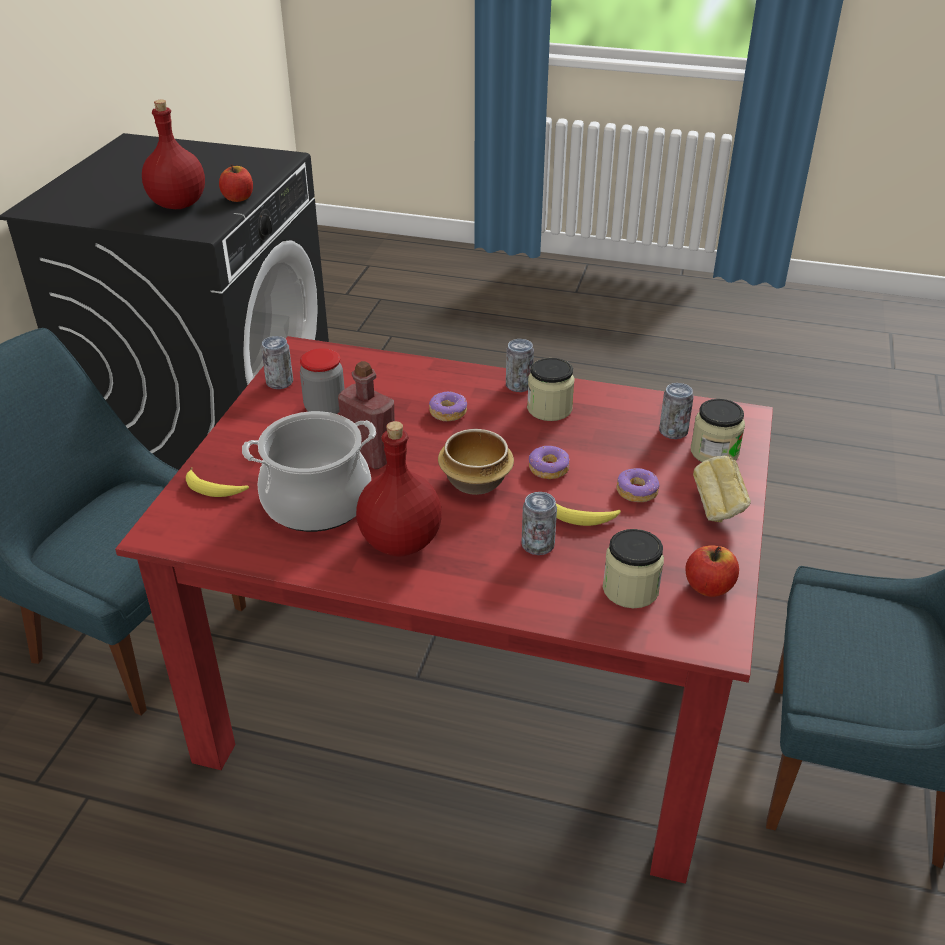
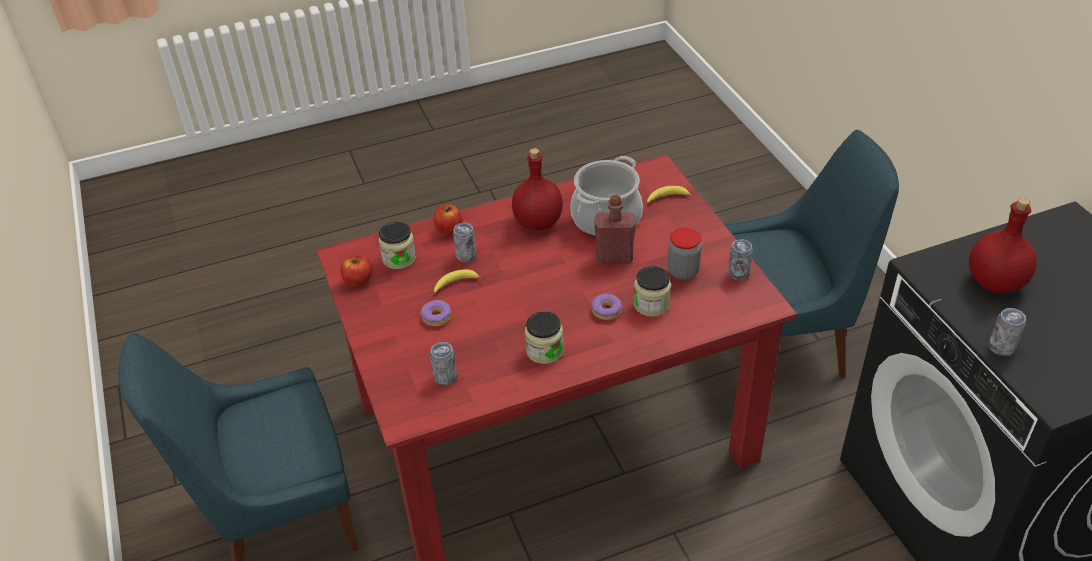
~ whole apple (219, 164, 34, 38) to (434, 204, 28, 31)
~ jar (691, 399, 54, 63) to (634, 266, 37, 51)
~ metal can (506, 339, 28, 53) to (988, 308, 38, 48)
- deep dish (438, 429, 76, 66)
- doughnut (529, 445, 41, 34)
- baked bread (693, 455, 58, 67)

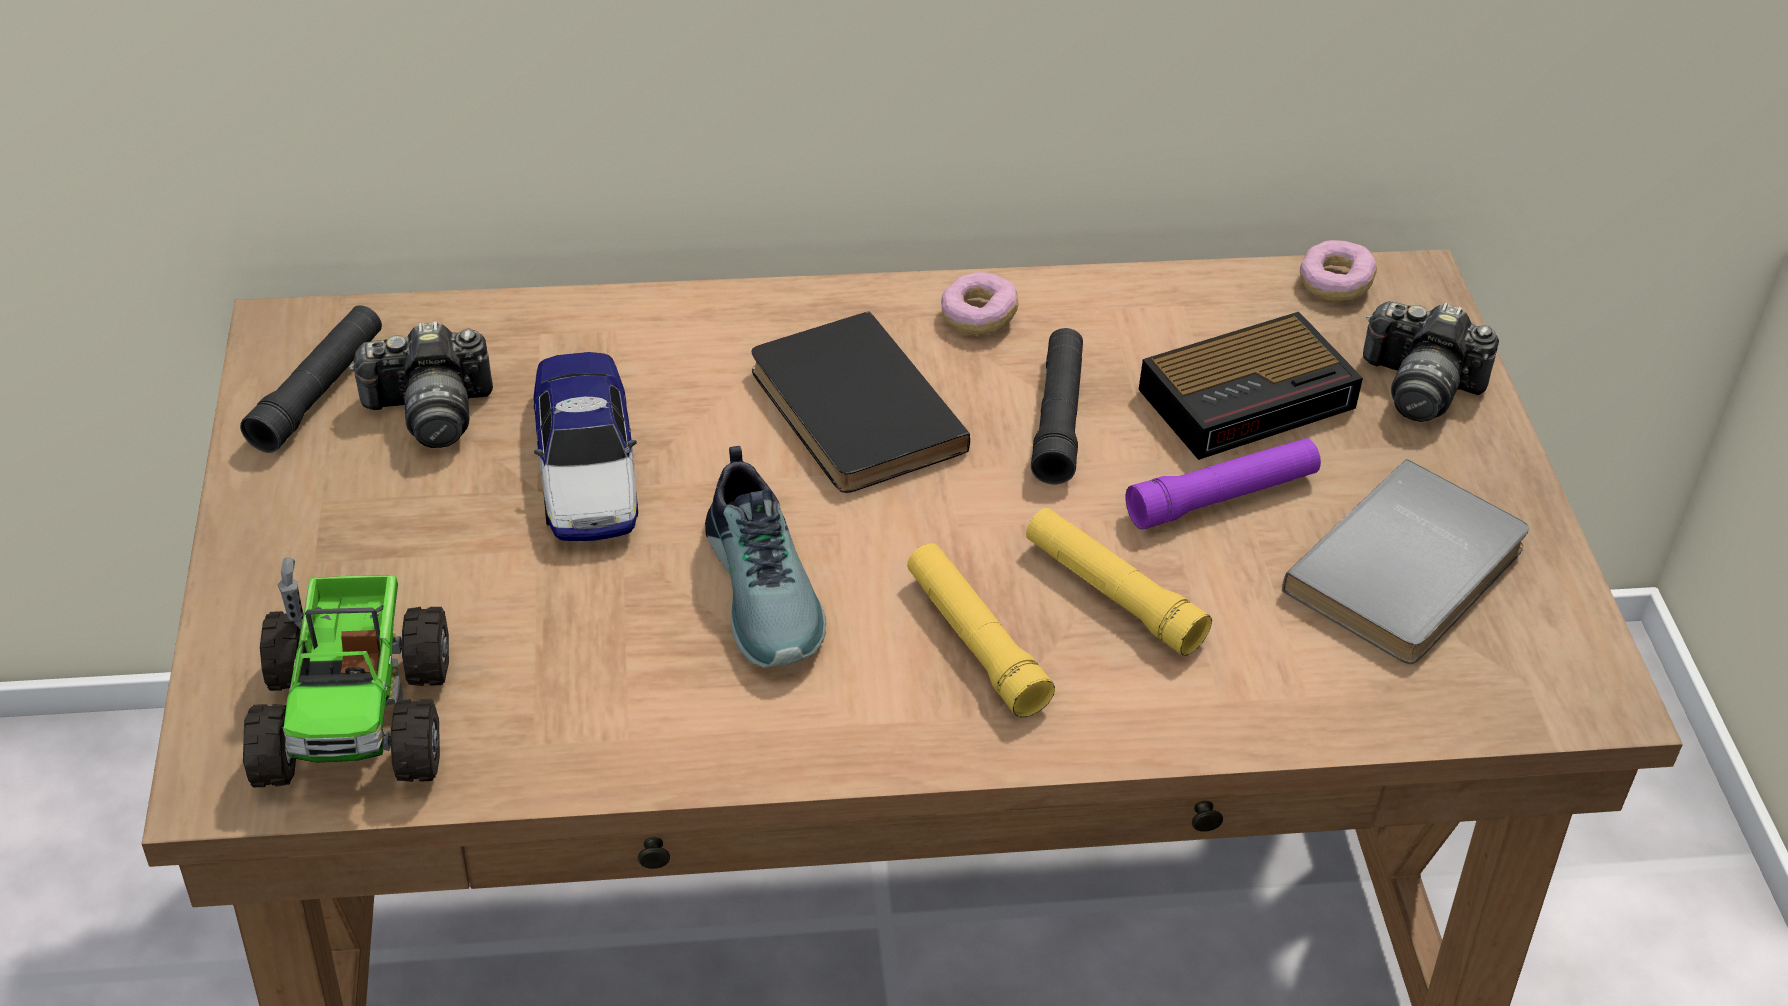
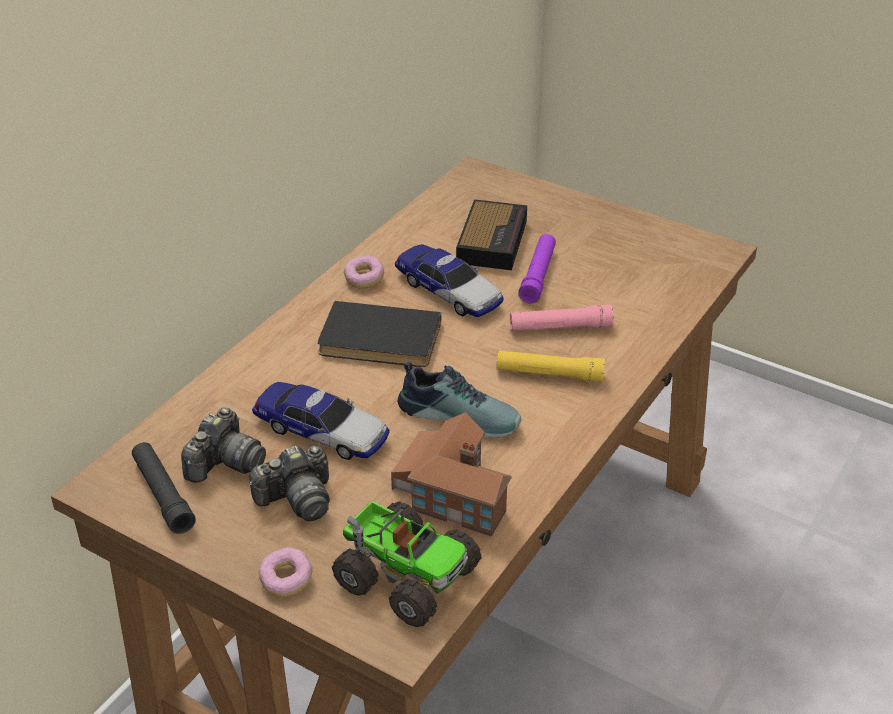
~ photo camera (1363, 301, 136, 121) to (249, 445, 81, 77)
~ doughnut (1300, 240, 77, 61) to (258, 547, 55, 50)
+ model house (391, 412, 120, 125)
~ flashlight in blackish (1031, 328, 52, 156) to miniature car (395, 244, 109, 73)
~ flashlight in yellow (1026, 508, 186, 148) to flashlight in pink-coloured (510, 304, 104, 27)
- volume in gray (1282, 459, 247, 205)

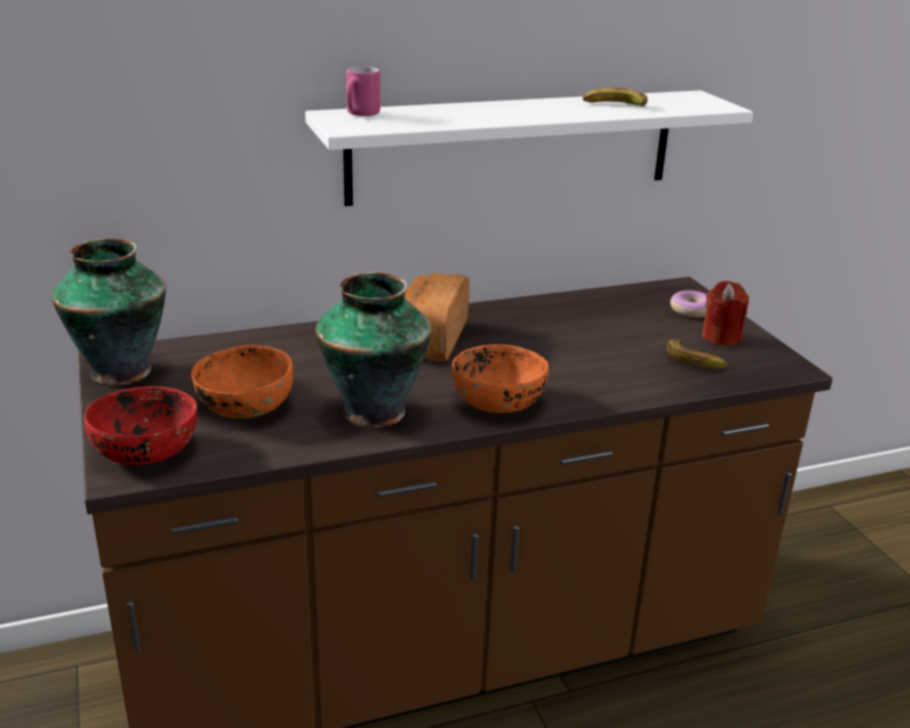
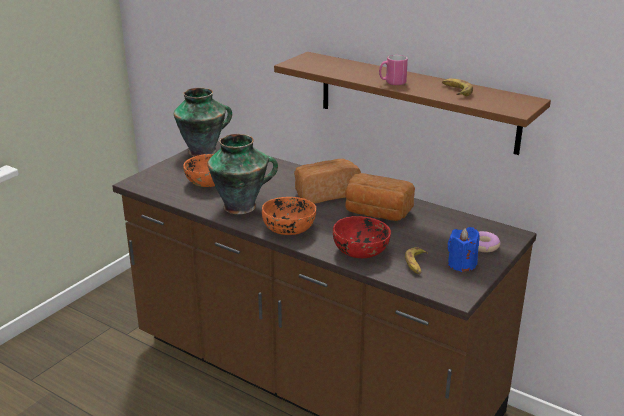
~ shelf in white-coloured (305, 90, 448, 116) to shelf in brown (274, 52, 277, 103)
~ deep dish in red-coloured (84, 386, 113, 79) to (333, 216, 58, 42)
+ baked bread (345, 173, 70, 48)
~ coffee mug in pink-coloured (346, 66, 34, 50) to (379, 55, 29, 30)
~ wax light in red-coloured (702, 281, 47, 65) to wax light in blue (448, 227, 31, 45)

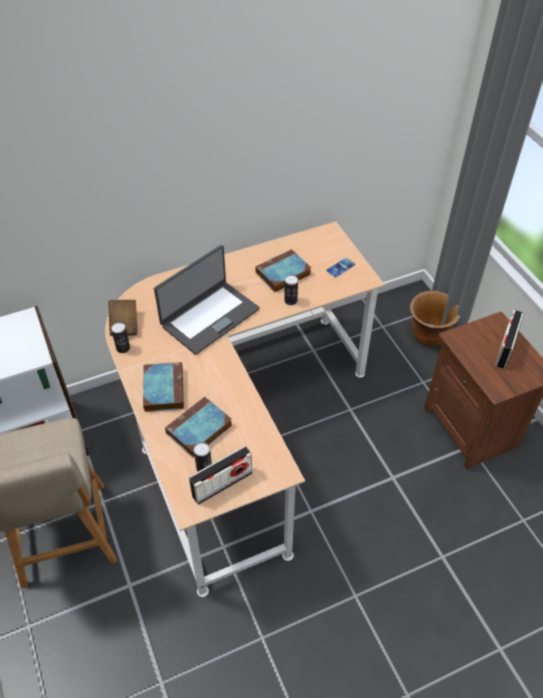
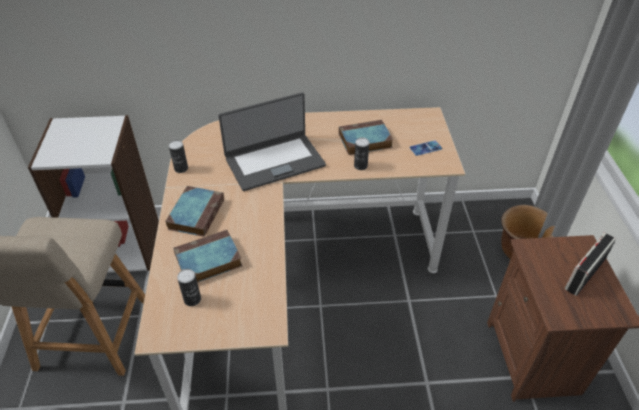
- volume in brown (108, 300, 30, 36)
- radio set (189, 446, 63, 59)

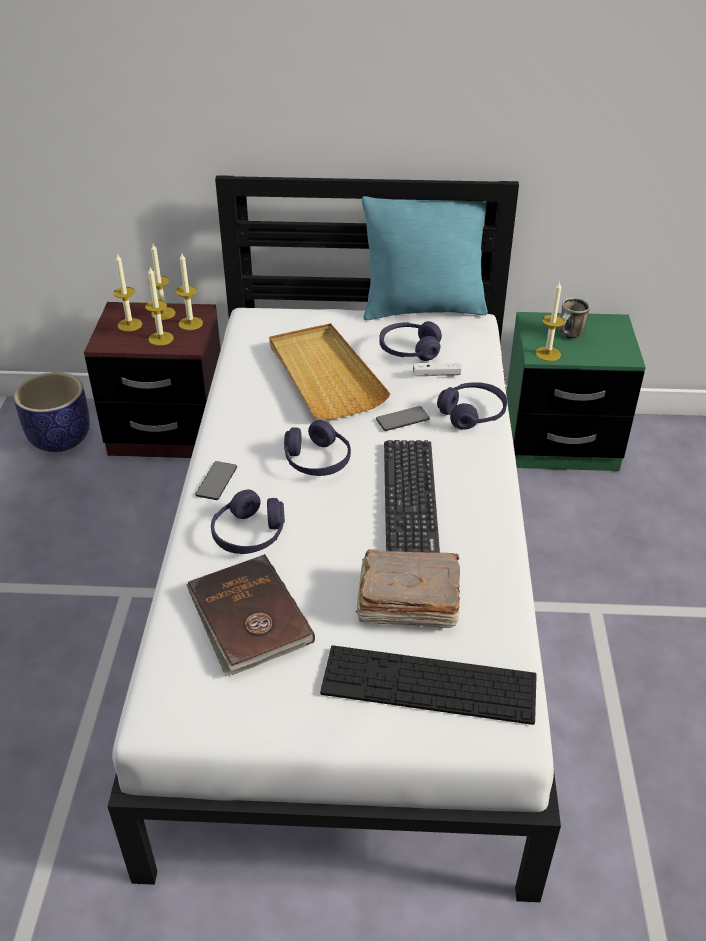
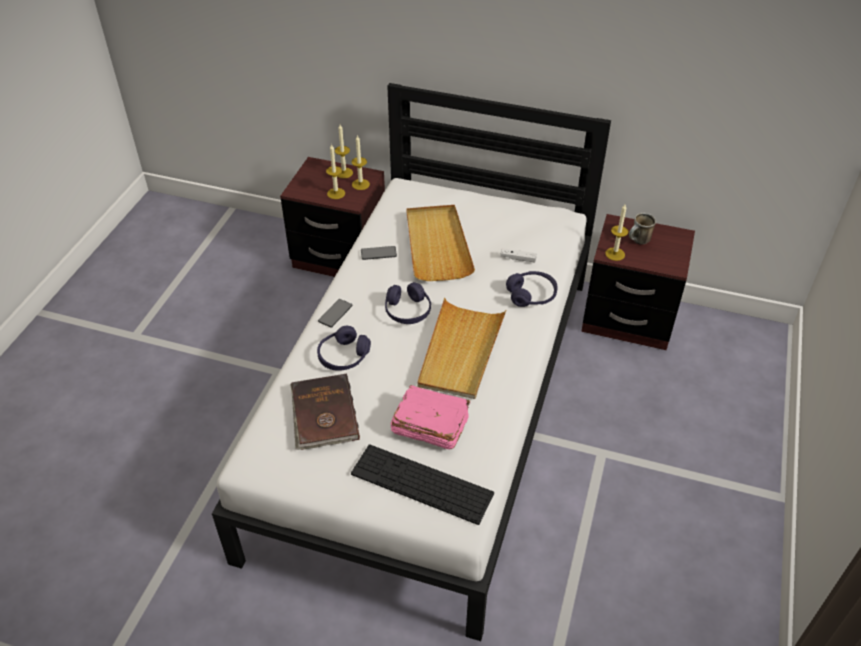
~ phone (376, 406, 54, 25) to (361, 246, 36, 14)
~ volume in brown (356, 549, 104, 79) to volume in pink-coloured (390, 385, 80, 64)
~ keyboard (384, 440, 56, 113) to serving tray in sand-coloured (417, 298, 89, 101)
~ bedside table in green (506, 312, 140, 159) to bedside table in brown (581, 214, 114, 136)
- planter (14, 372, 76, 80)
- wax light (113, 253, 29, 79)
- throw pillow in turquoise (362, 196, 126, 124)
- pair of headphones in purple-coloured (379, 321, 63, 40)

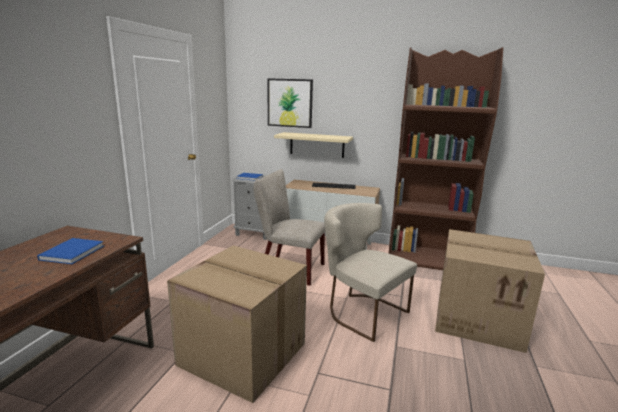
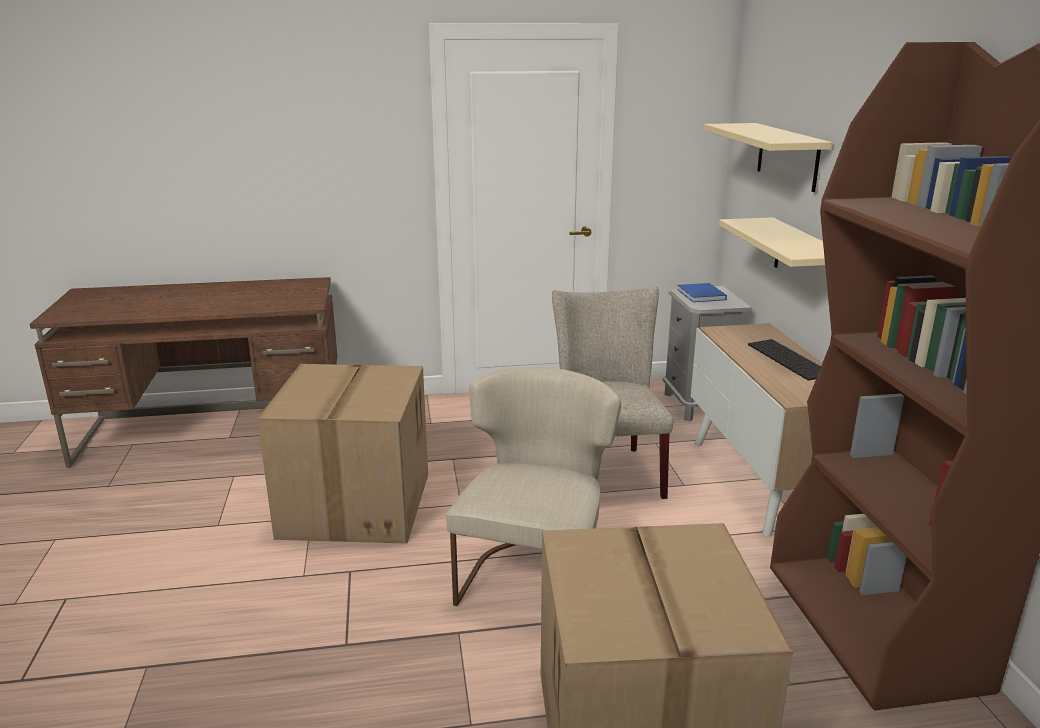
~ picture (268, 78, 45, 50) to shelf in sand-coloured (703, 123, 129, 69)
- volume in blue (37, 238, 67, 26)

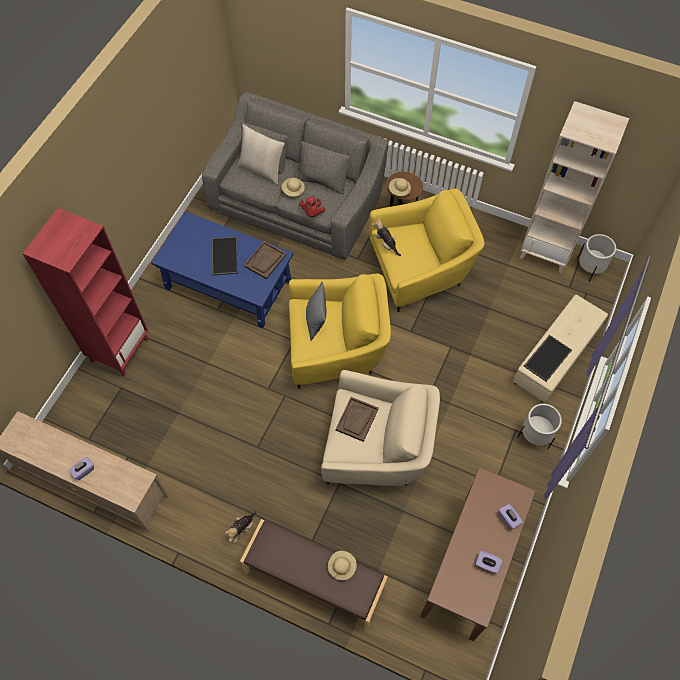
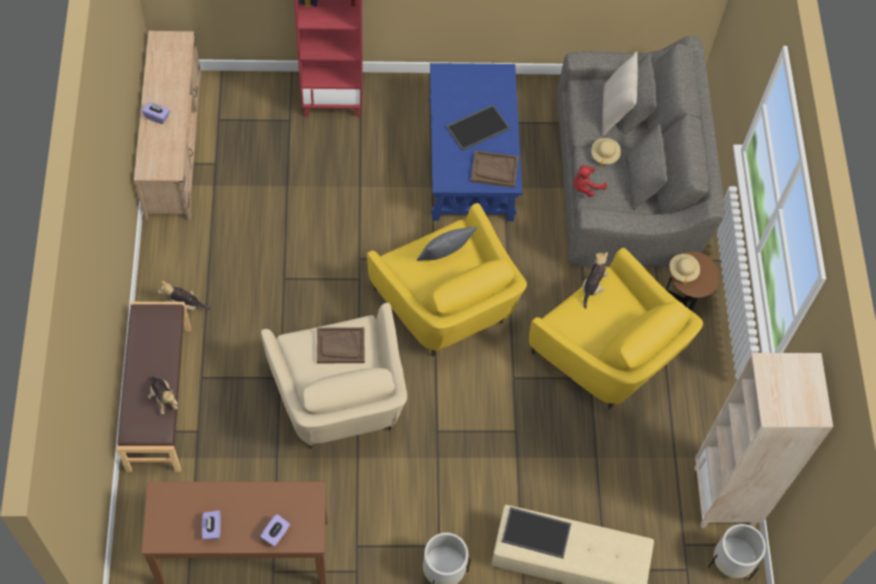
~ wearable hat in sand-coloured (328, 551, 29, 29) to plush toy (148, 377, 30, 37)

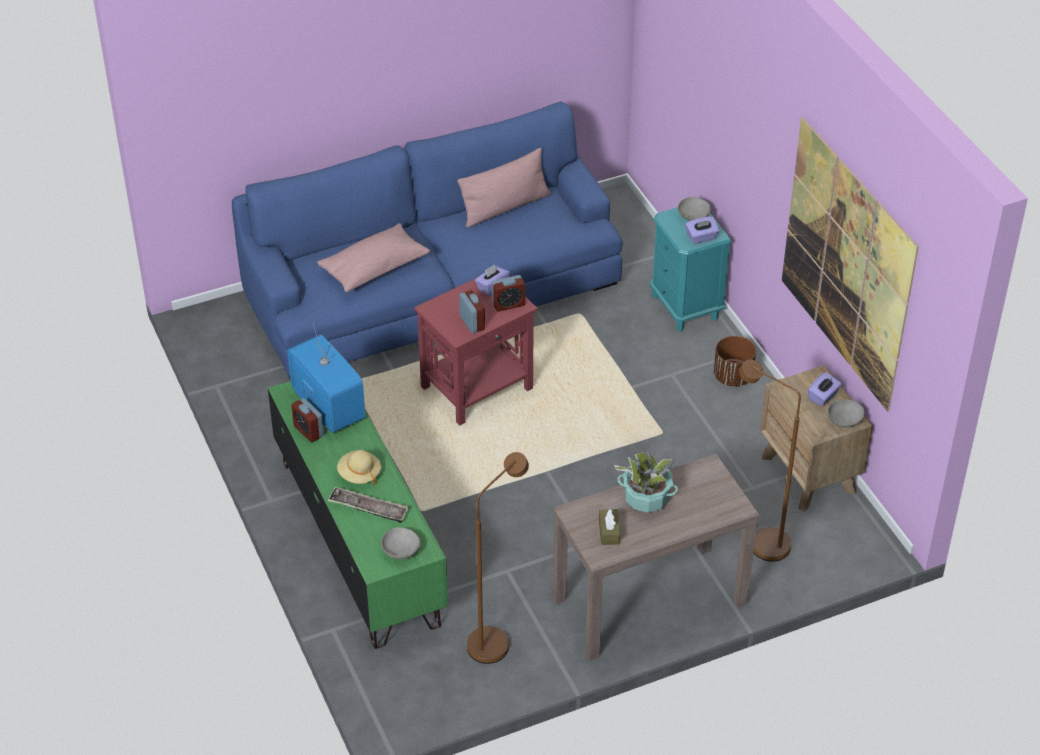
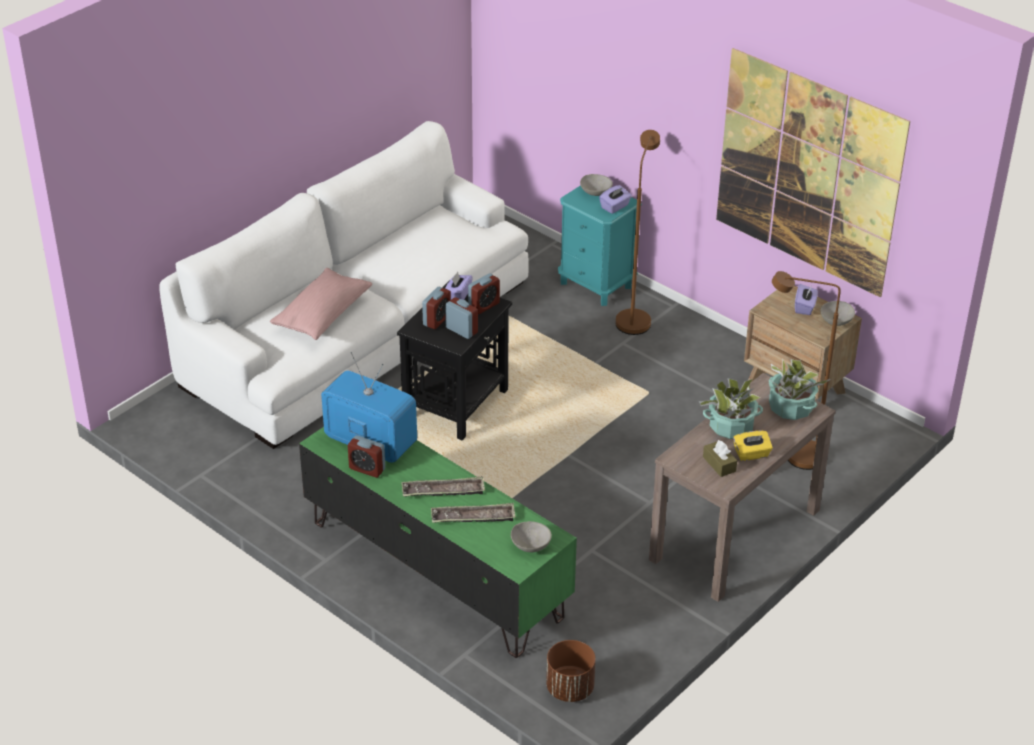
~ settee in blue (232, 102, 390, 276) to settee in white-coloured (159, 121, 370, 328)
~ accent table in red-coloured (414, 277, 124, 149) to accent table in blackish (397, 280, 115, 160)
~ wearable hat in sand-coloured (337, 450, 44, 36) to serving tray (402, 476, 83, 21)
+ alarm clock (422, 287, 29, 42)
~ planter in brown (714, 336, 42, 51) to (546, 640, 50, 62)
~ standing lamp in brown (467, 452, 62, 212) to (615, 130, 45, 205)
+ box of tissues in yellow (733, 431, 40, 30)
+ plant in a pot (769, 358, 62, 62)
- throw pillow in pink-coloured (457, 148, 93, 80)

